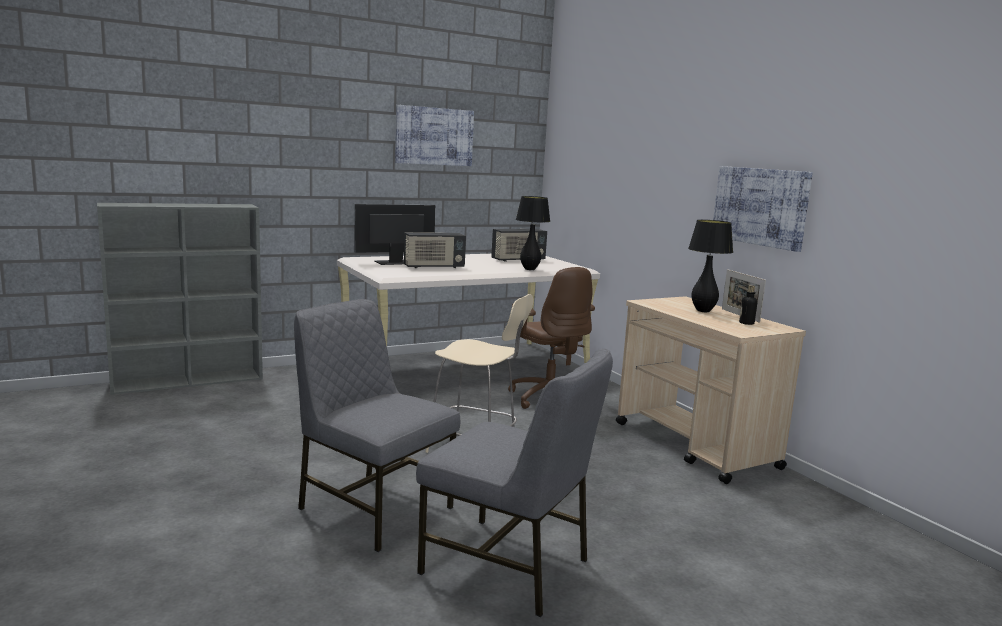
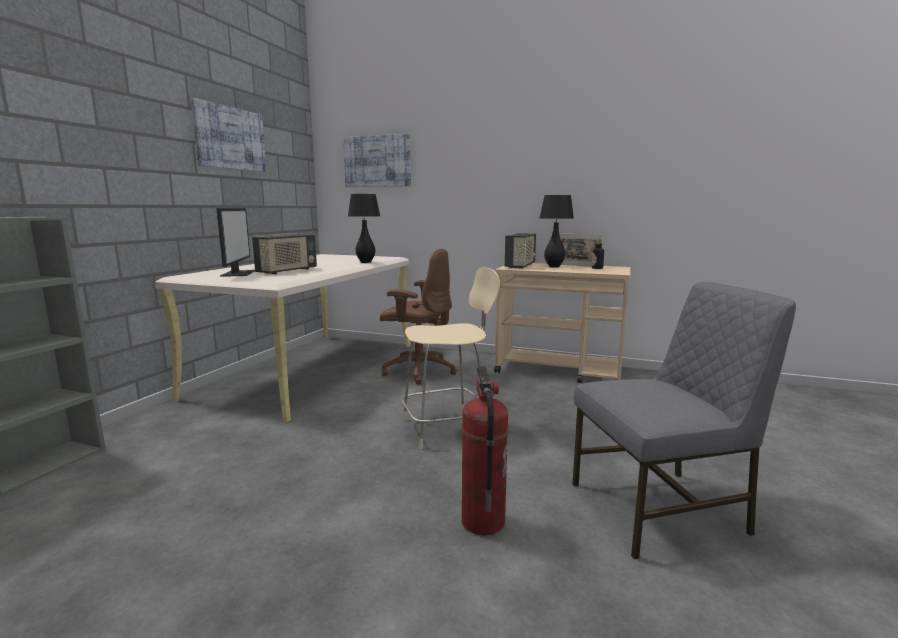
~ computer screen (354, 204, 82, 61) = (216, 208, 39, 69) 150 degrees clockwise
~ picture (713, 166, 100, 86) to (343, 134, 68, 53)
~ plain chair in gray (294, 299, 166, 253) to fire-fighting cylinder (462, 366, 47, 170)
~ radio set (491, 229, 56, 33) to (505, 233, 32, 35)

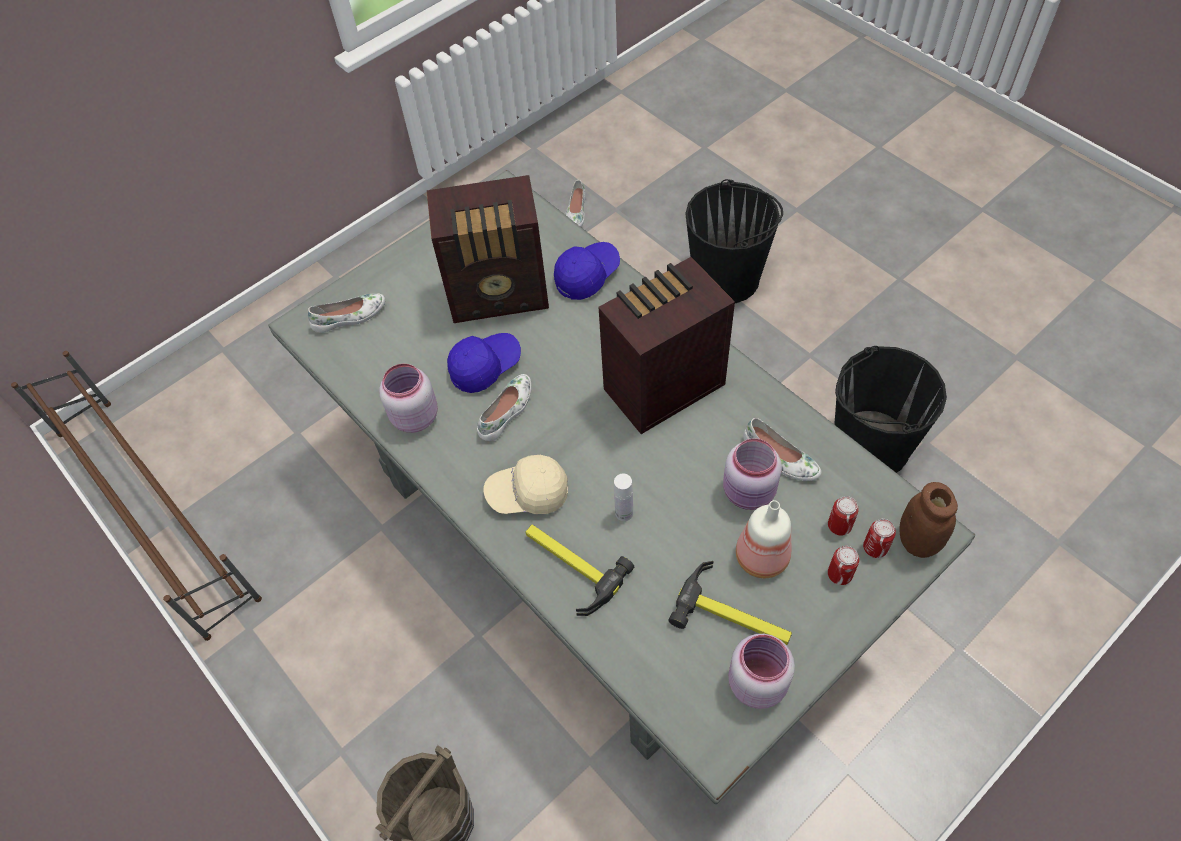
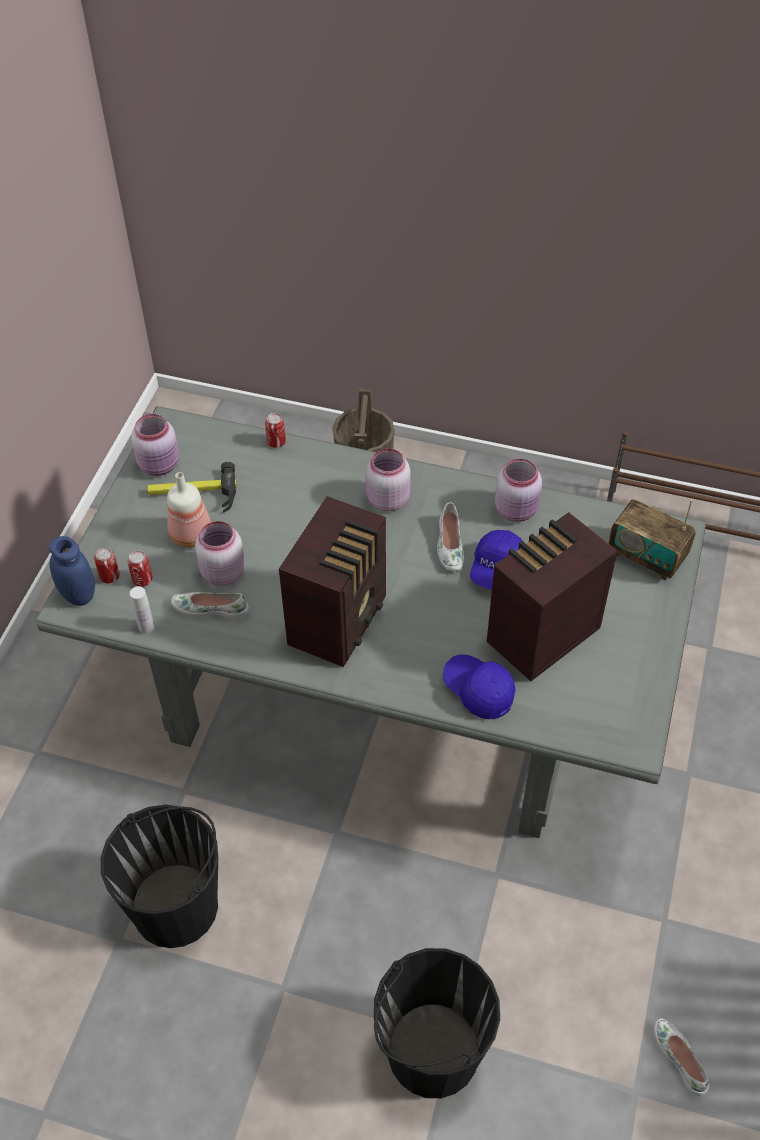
~ jar in brown (900, 482, 58, 76) to jar in blue (49, 536, 46, 70)
~ bottle in white-coloured (614, 474, 19, 47) to (130, 586, 24, 47)
~ metal can (828, 546, 31, 39) to (265, 413, 21, 35)
~ baseball cap in sand-coloured (483, 455, 85, 59) to jar in pink-coloured (366, 448, 45, 64)
~ baseball cap in blue (554, 242, 66, 58) = (443, 655, 72, 64) 120 degrees clockwise
~ item of footwear in white-coloured (308, 294, 77, 39) to radio set (608, 499, 88, 82)
- hand hammer (525, 525, 109, 91)

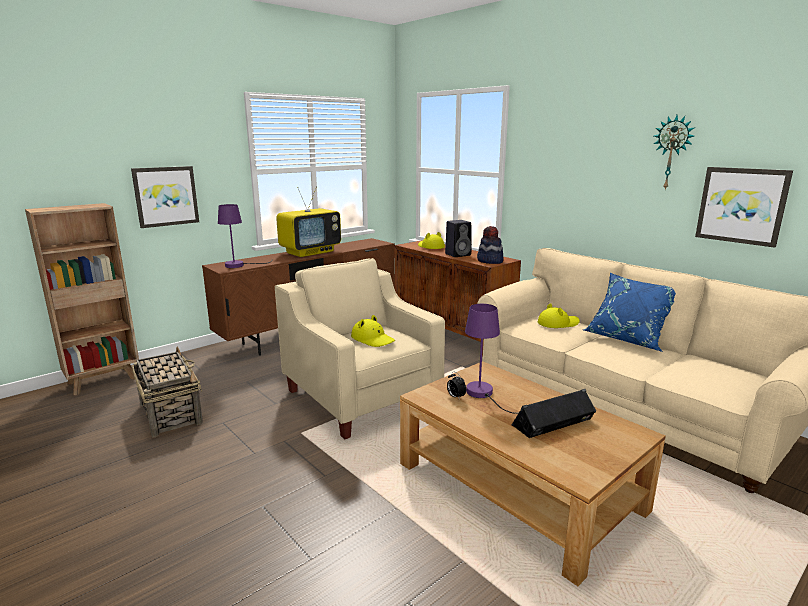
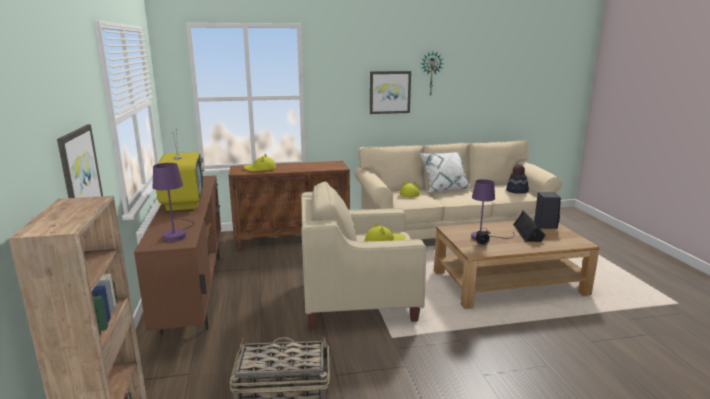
~ picture (695, 167, 98, 81) to (370, 71, 41, 43)
~ throw pillow in blue (583, 273, 93, 79) to throw pillow in white-coloured (420, 152, 53, 40)
~ wearable hat (477, 226, 27, 38) to (506, 165, 23, 29)
~ speaker in blackish (445, 220, 27, 37) to (534, 192, 27, 37)

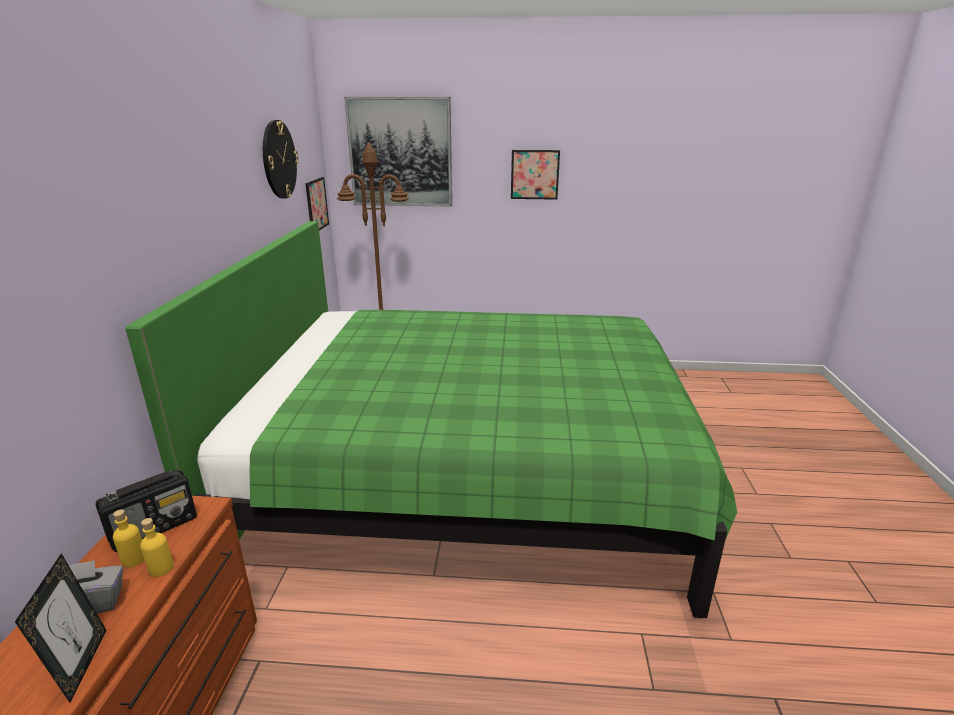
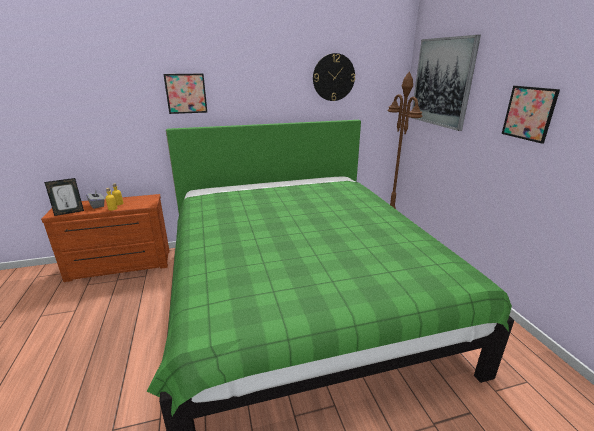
~ picture (305, 177, 24, 53) to (163, 74, 45, 40)
- radio set (95, 470, 102, 82)

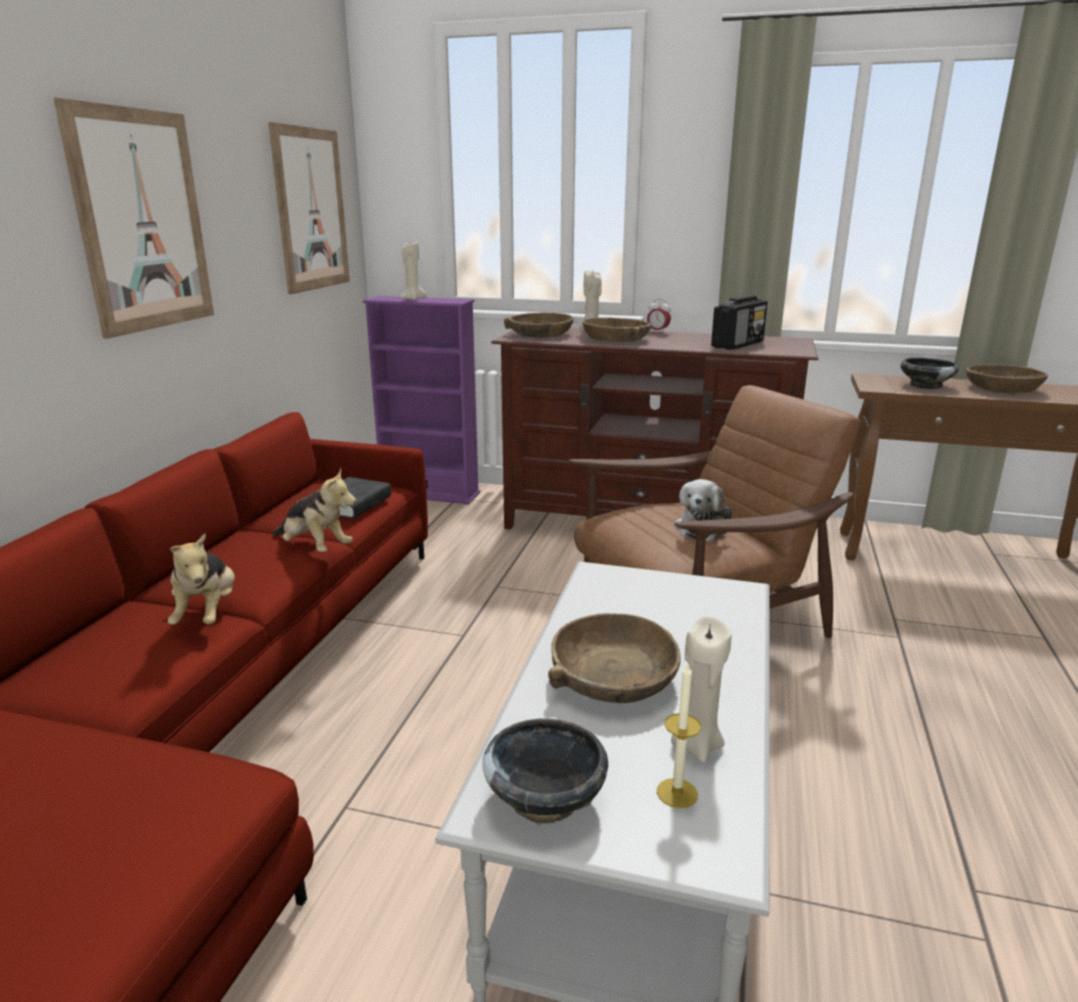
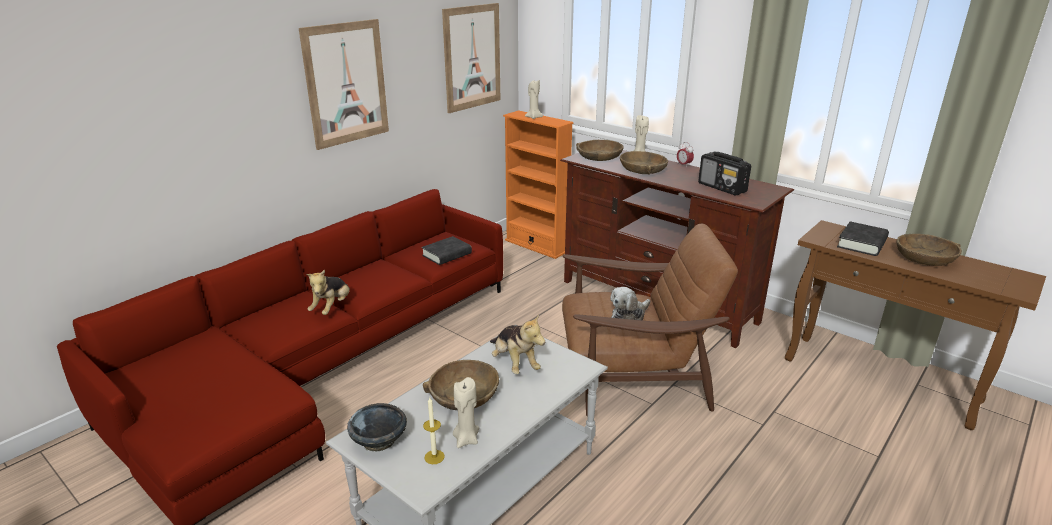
~ plush toy (272, 468, 84, 84) to (490, 314, 55, 60)
~ bookshelf in purple-coloured (363, 296, 117, 208) to bookshelf in orangey (503, 111, 71, 148)
~ radio set (711, 295, 56, 55) = (698, 152, 53, 43) 75 degrees clockwise
~ deep dish in blackish (901, 358, 58, 31) to volume in blackish (837, 221, 52, 35)

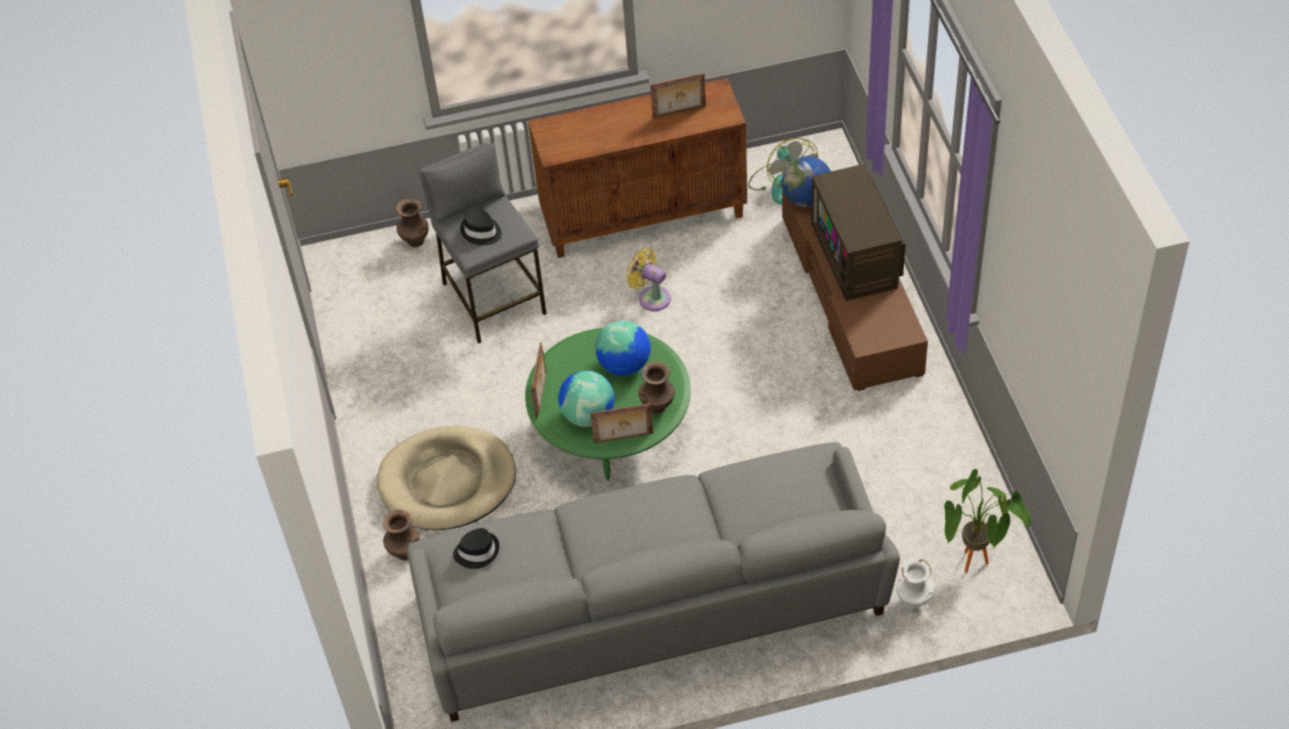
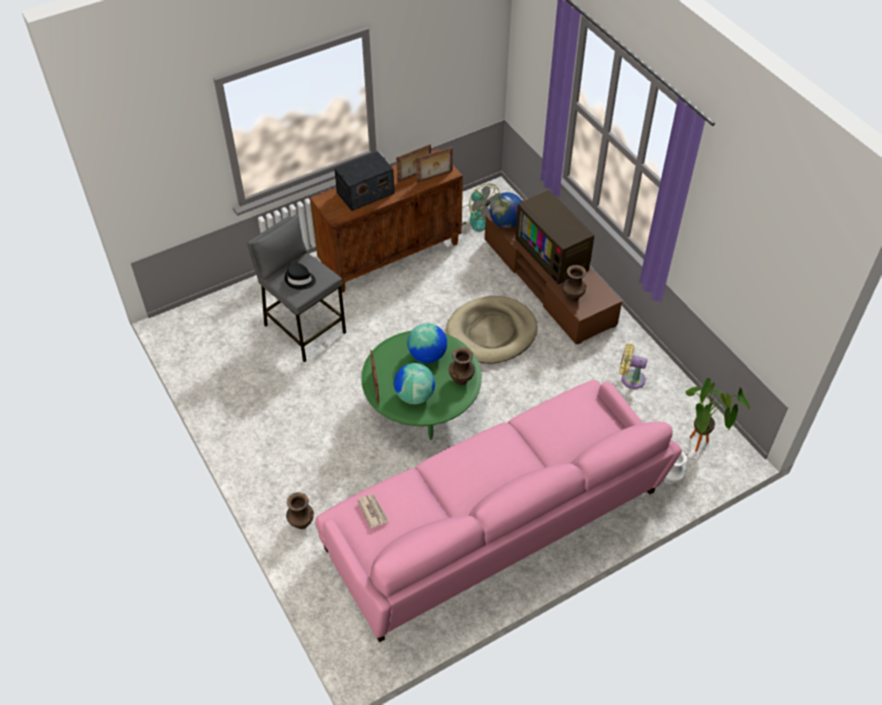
~ settee in gray (407, 442, 493, 280) to settee in pink-coloured (316, 380, 366, 262)
+ radio set (334, 151, 60, 60)
~ wearable hat in blackish (453, 528, 46, 41) to printed paper (357, 494, 32, 35)
~ picture frame (590, 403, 63, 40) to (416, 147, 37, 36)
~ pet bed in sand-coloured (377, 426, 139, 104) to (446, 296, 92, 67)
~ decorative vase in brown (396, 199, 33, 48) to (562, 265, 24, 37)
~ fan in yellow (626, 248, 45, 63) to (619, 344, 28, 45)

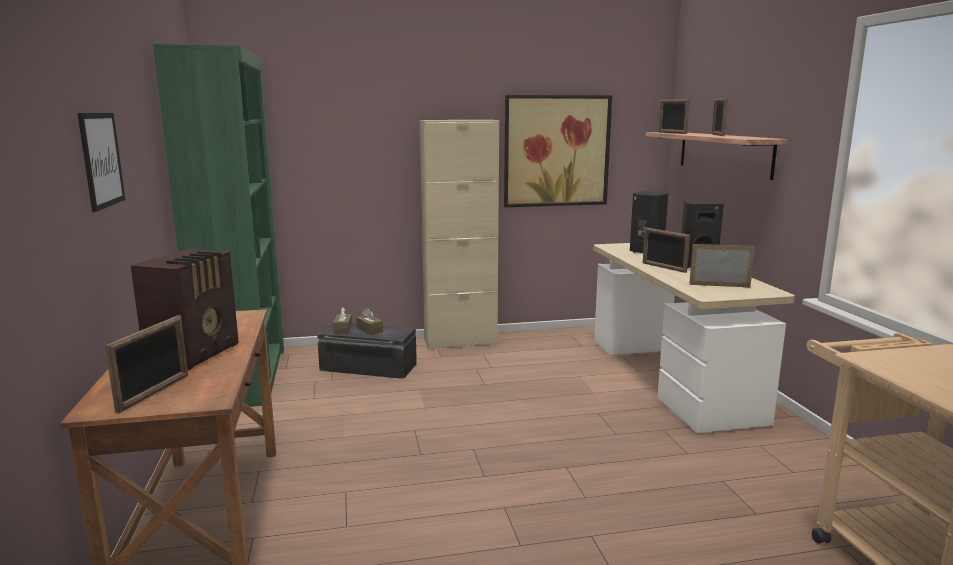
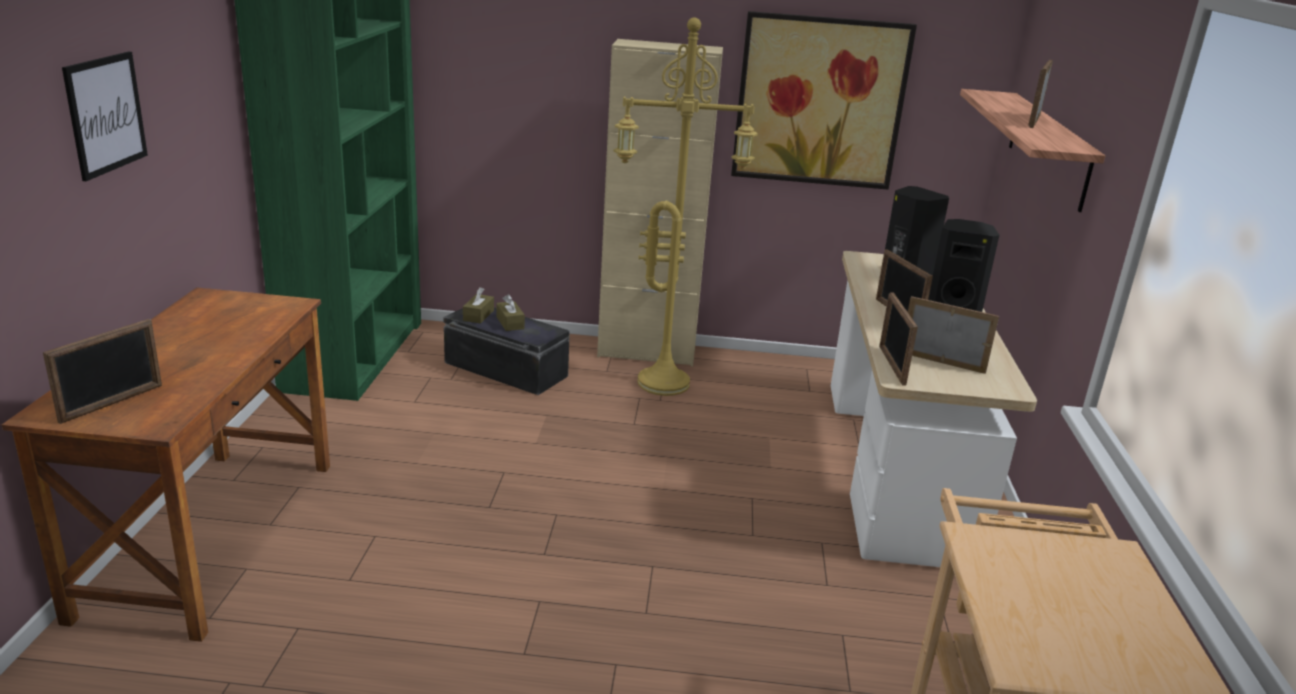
+ standing lamp in yellow (614, 17, 144, 379)
~ picture frame (658, 99, 32, 35) to (879, 292, 39, 94)
- radio set (131, 249, 108, 122)

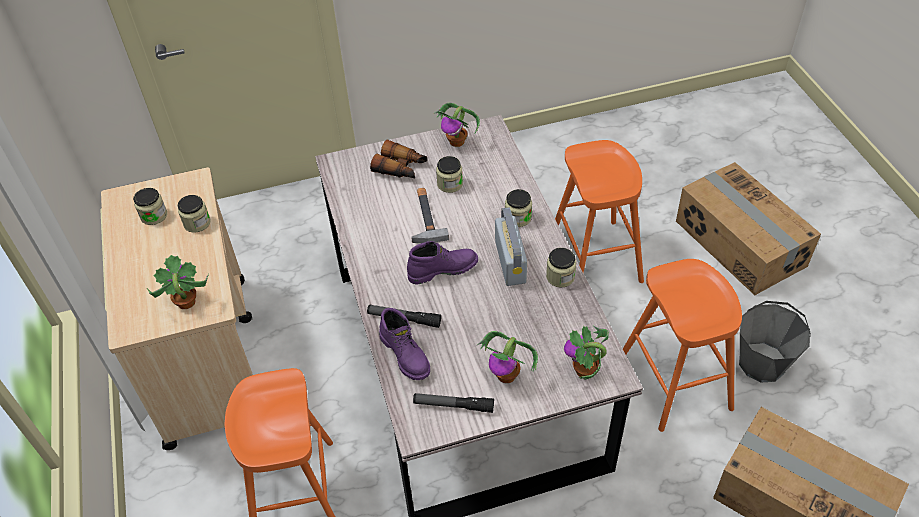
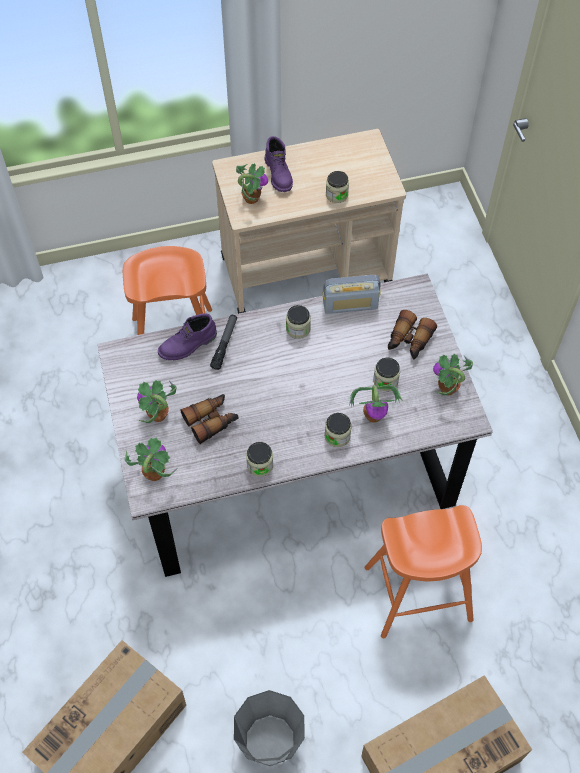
+ binoculars (180, 394, 58, 50)
~ boot in purple-coloured (407, 241, 71, 43) to (264, 136, 29, 56)
~ jar (133, 188, 34, 37) to (286, 305, 25, 34)
~ radio set (495, 207, 32, 79) to (323, 275, 58, 39)
+ plant in a pot (349, 385, 54, 38)
- hand hammer (411, 188, 38, 55)
- flashlight (413, 393, 81, 20)
- sitting stool in orangey (623, 259, 119, 173)

